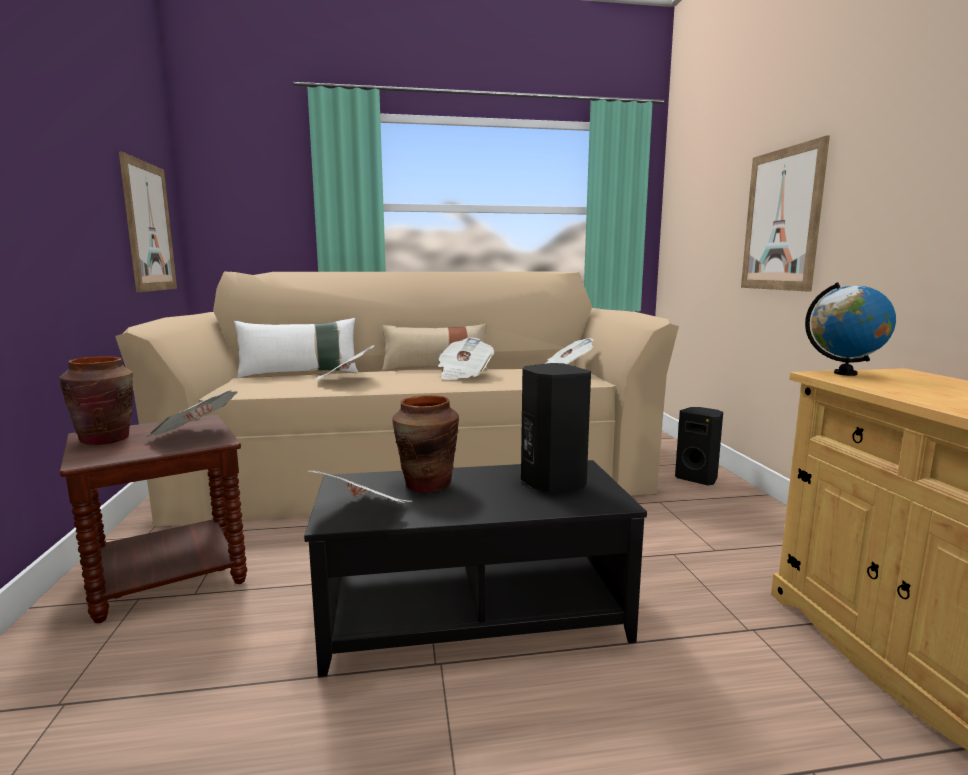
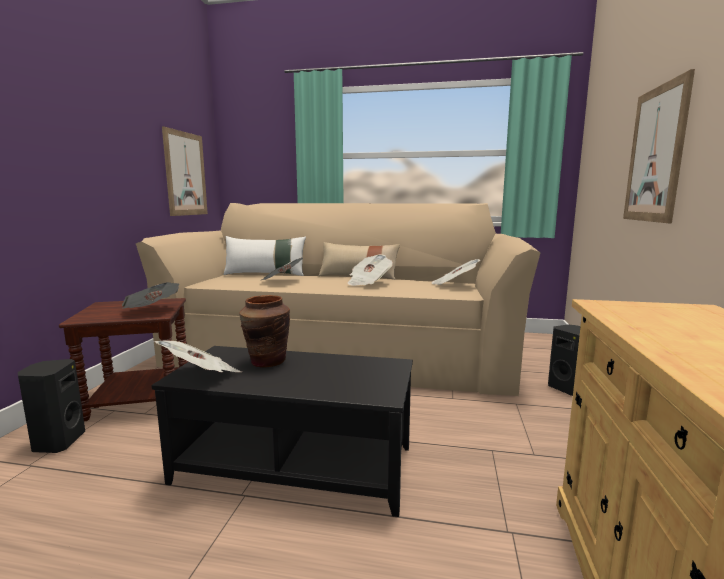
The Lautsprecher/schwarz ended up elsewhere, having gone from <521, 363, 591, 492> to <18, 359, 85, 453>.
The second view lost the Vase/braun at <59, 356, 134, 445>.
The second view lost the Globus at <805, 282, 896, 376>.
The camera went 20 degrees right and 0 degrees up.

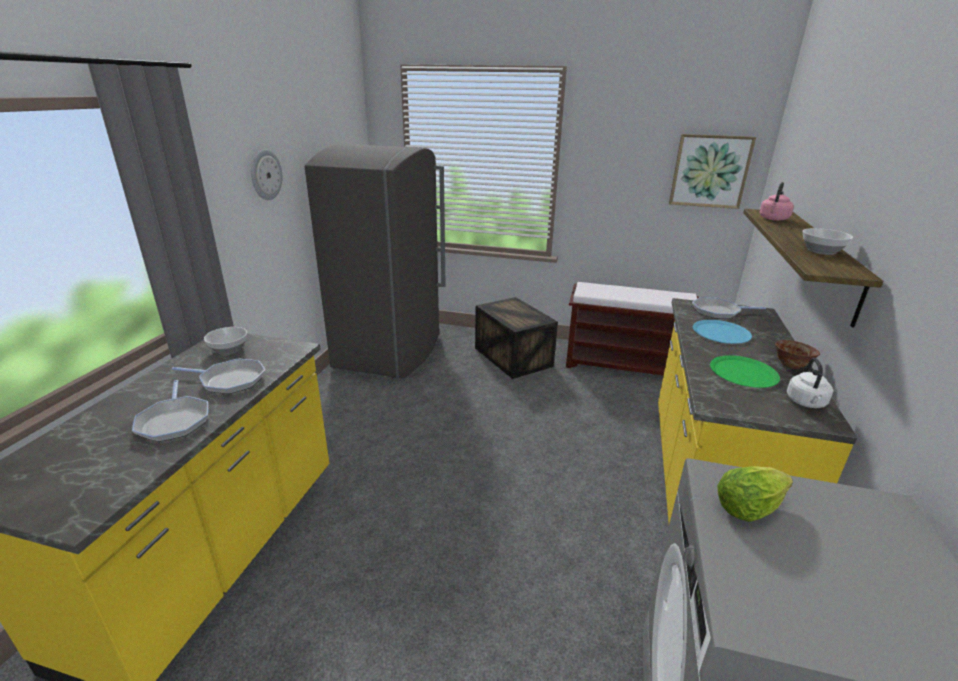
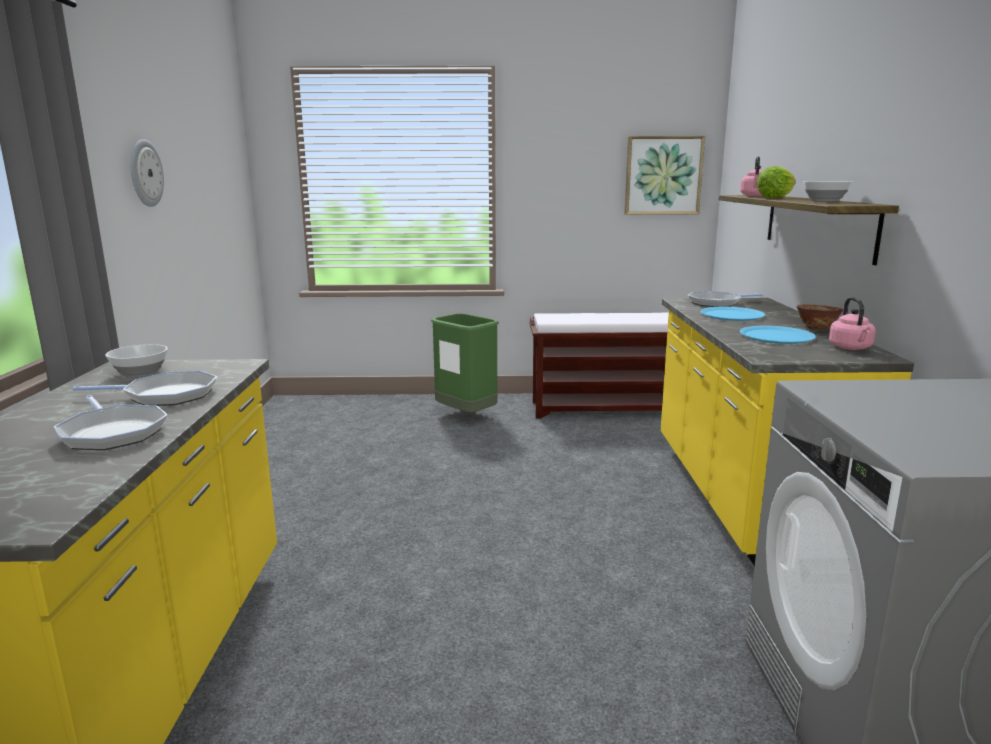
Where the Kiste stood at <475, 297, 558, 379>, the Mülleimer/grün came to stand at <431, 313, 499, 412>.
What was the Teller/grün at <710, 355, 780, 388> turned into the Teller/blau at <740, 326, 816, 344>.
The Salatkopf ended up elsewhere, having gone from <717, 466, 793, 522> to <756, 166, 796, 198>.
What was the Wasserkessel/weiß at <787, 358, 833, 408> turned into the Wasserkessel/rosa at <829, 297, 876, 350>.
The second view lost the Kühlschrank/grau at <305, 144, 446, 379>.
The camera went 15 degrees left and 10 degrees down.

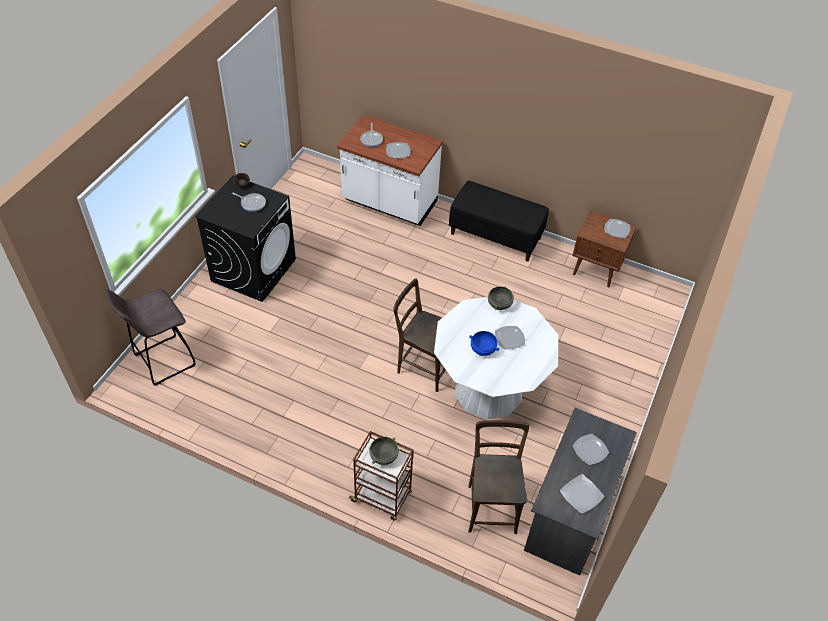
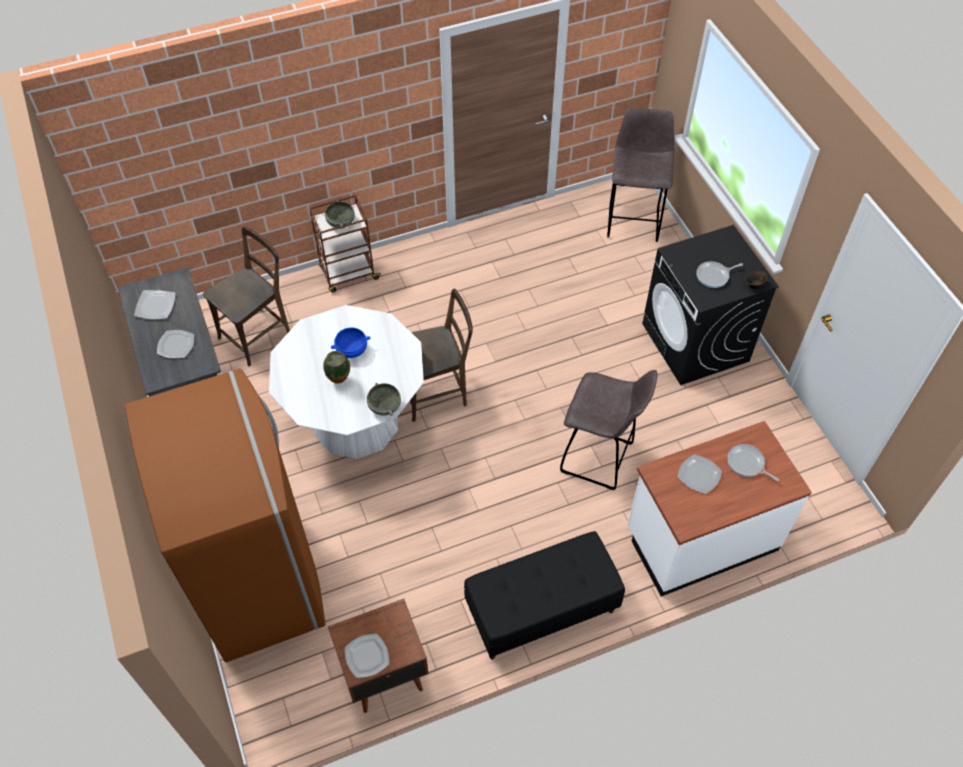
The second view gained the Kühlschrank/braun at <125, 369, 325, 662>.
The Stuhl/braun at <468, 420, 529, 534> ended up facing another way, 90 degrees counterclockwise from before.
Where the Teller stood at <495, 326, 525, 349>, the Vase came to stand at <323, 351, 350, 384>.
The second view gained the Hocker/grau at <560, 370, 658, 490>.
The camera went 135 degrees right and 5 degrees up.

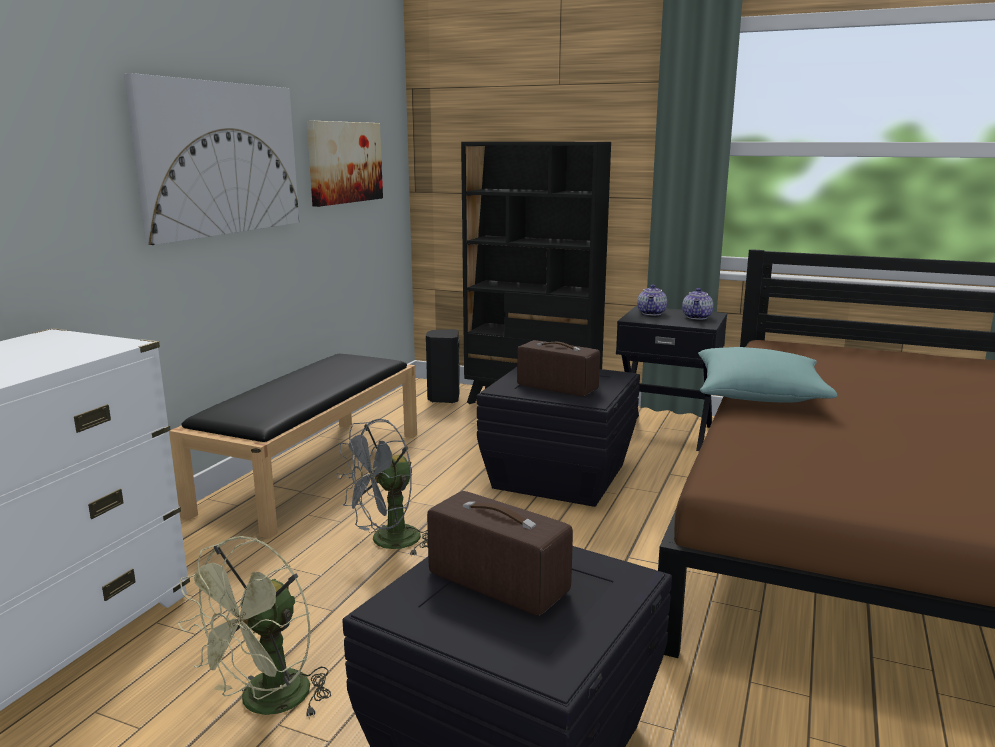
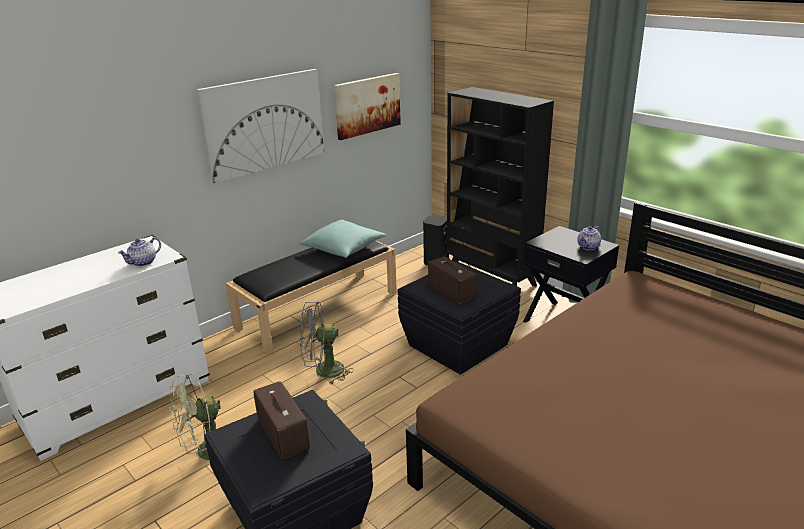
The Teekanne ended up elsewhere, having gone from <637, 285, 667, 315> to <118, 237, 161, 267>.
The Kissen/türkis ended up elsewhere, having gone from <698, 347, 838, 403> to <300, 220, 386, 258>.
The camera went 25 degrees right and 10 degrees up.

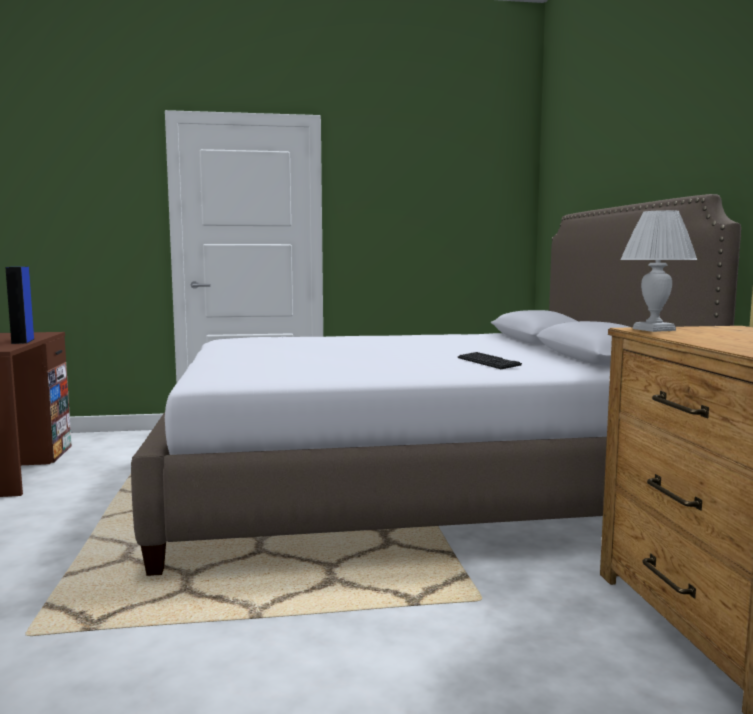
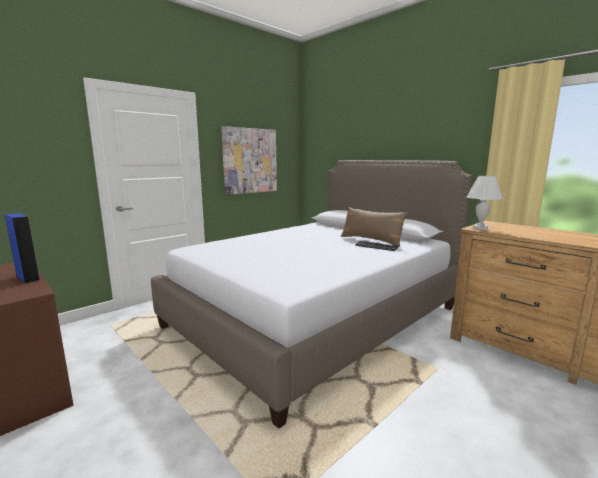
The second view gained the Bild at <221, 126, 277, 195>.
The second view gained the Kissen/braun at <341, 207, 407, 247>.
The camera went 35 degrees left and 5 degrees up.

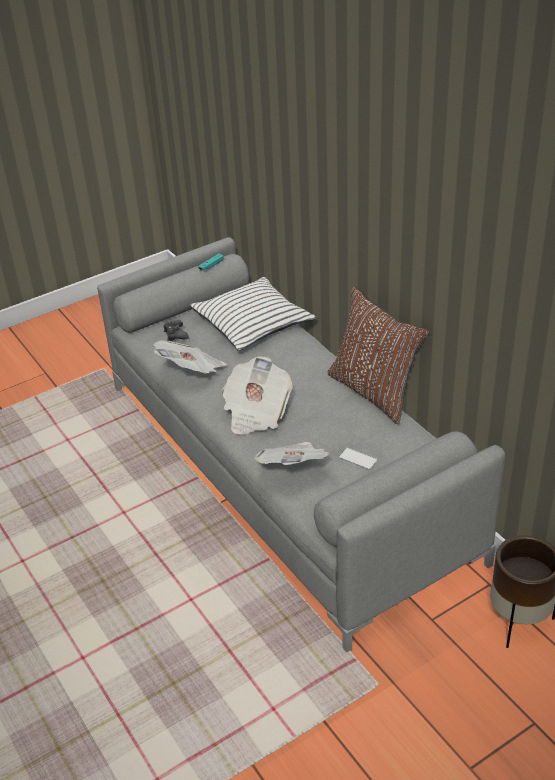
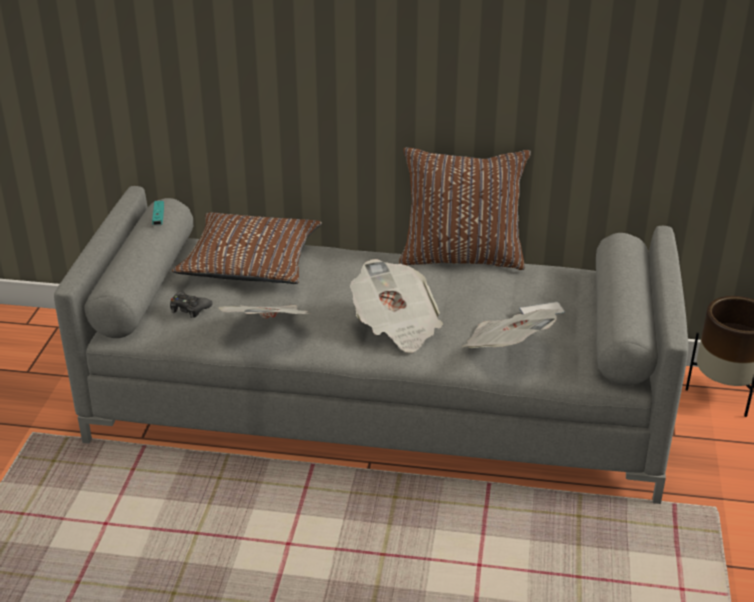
What was the Kissen/weiß at <190, 277, 316, 351> turned into the Kissen/braun at <172, 212, 322, 284>.
The camera went 50 degrees left and 5 degrees down.

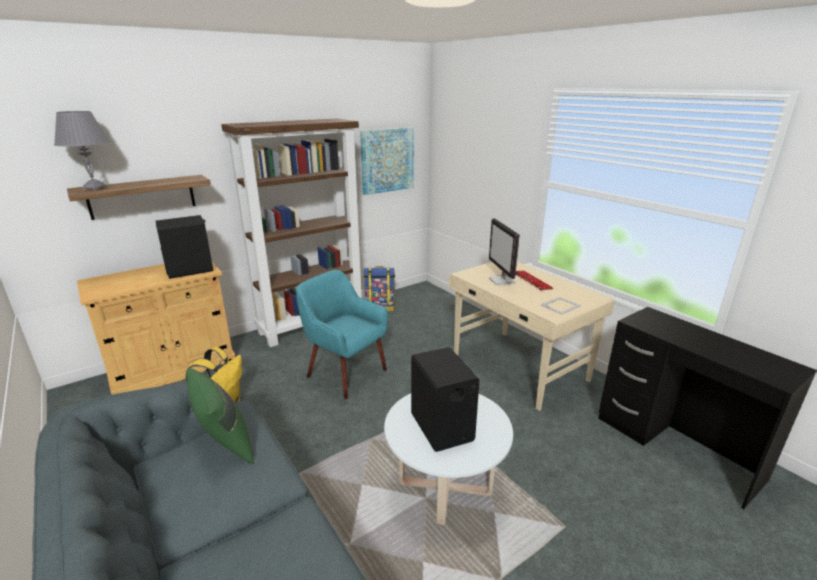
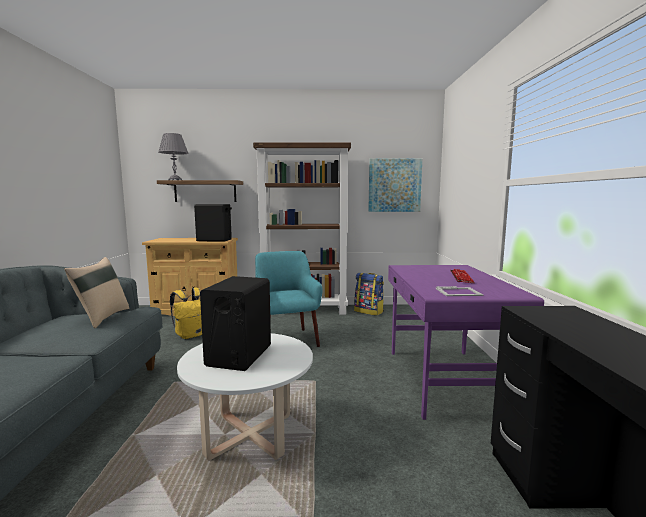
What was the Kissen/grün at <186, 368, 254, 464> turned into the Kissen/beige at <64, 257, 129, 328>.
What was the Schreibtisch/beige at <449, 262, 614, 411> turned into the Schreibtisch/lila at <388, 265, 544, 420>.
The second view lost the Monitor at <489, 218, 520, 286>.
The camera went 35 degrees right and 15 degrees down.

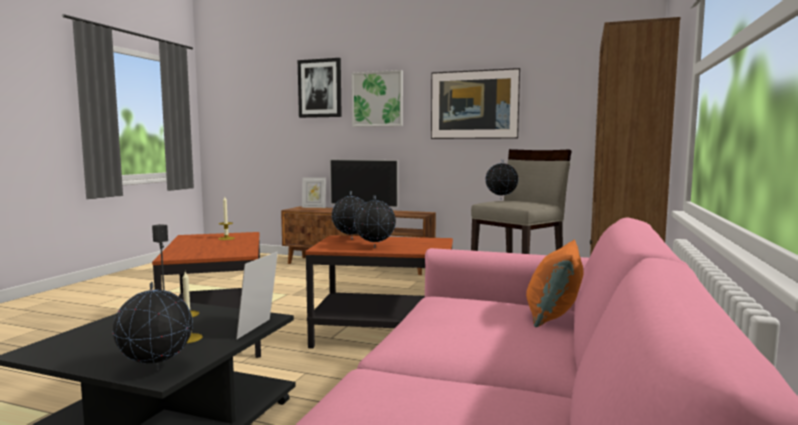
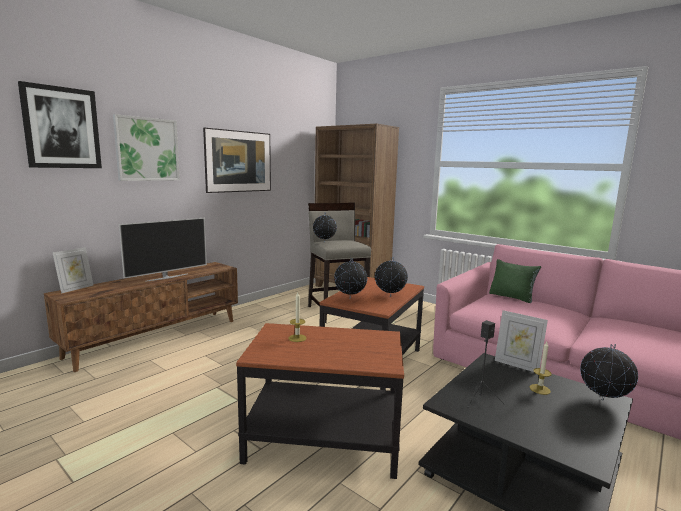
What was the Kissen/orange at <526, 239, 584, 327> turned into the Kissen/grün at <489, 259, 541, 303>.
The camera went 70 degrees left and 5 degrees up.

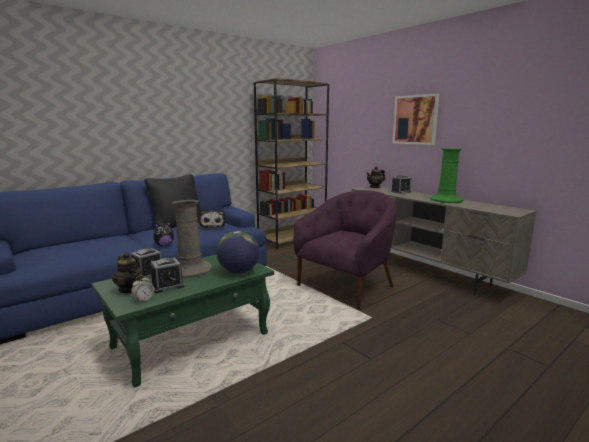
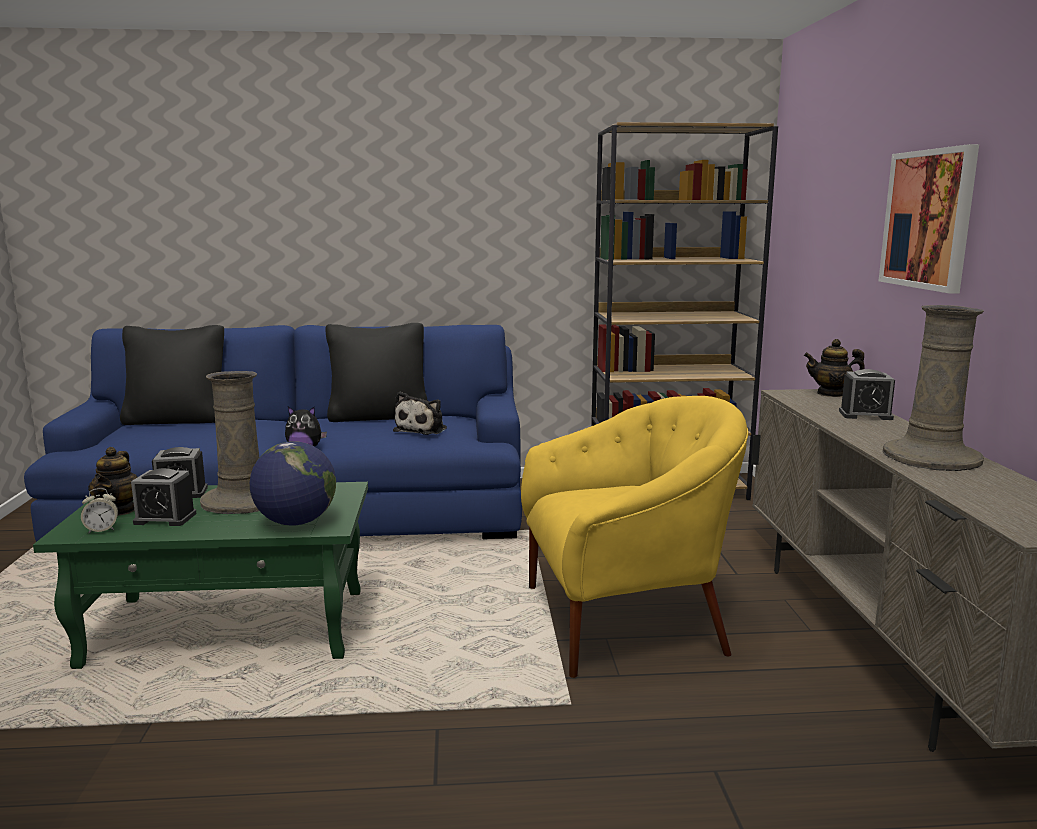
The second view gained the Kissen/schwarz at <120, 325, 224, 425>.
What was the Sessel/lila at <293, 190, 397, 310> turned into the Sessel/gelb at <521, 396, 749, 678>.
What was the Vase/grün at <430, 148, 463, 203> turned into the Vase/beige at <882, 305, 984, 471>.
The camera went 35 degrees right and 0 degrees up.

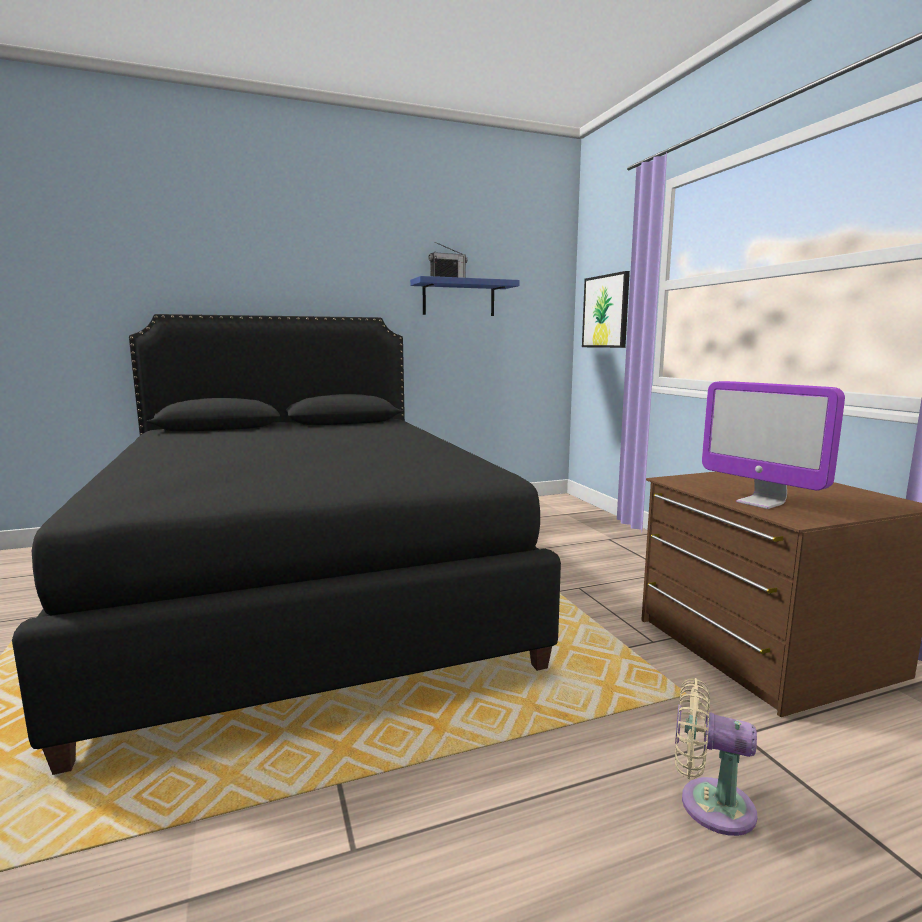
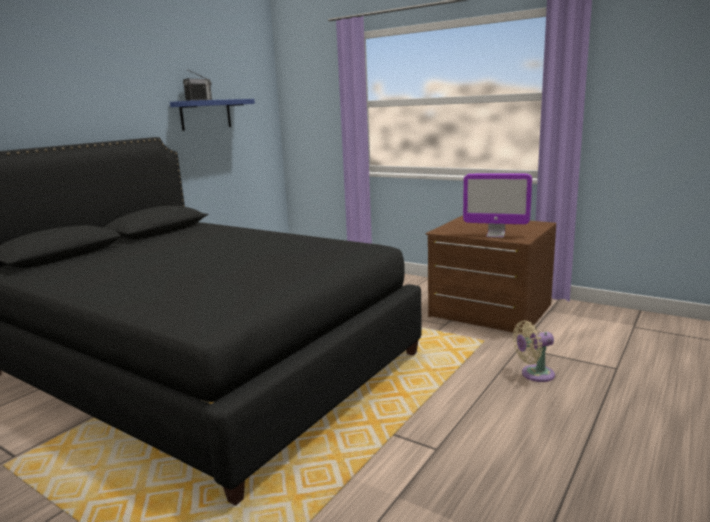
The second view lost the Bild at <582, 271, 630, 348>.
The camera went 35 degrees left and 5 degrees up.

